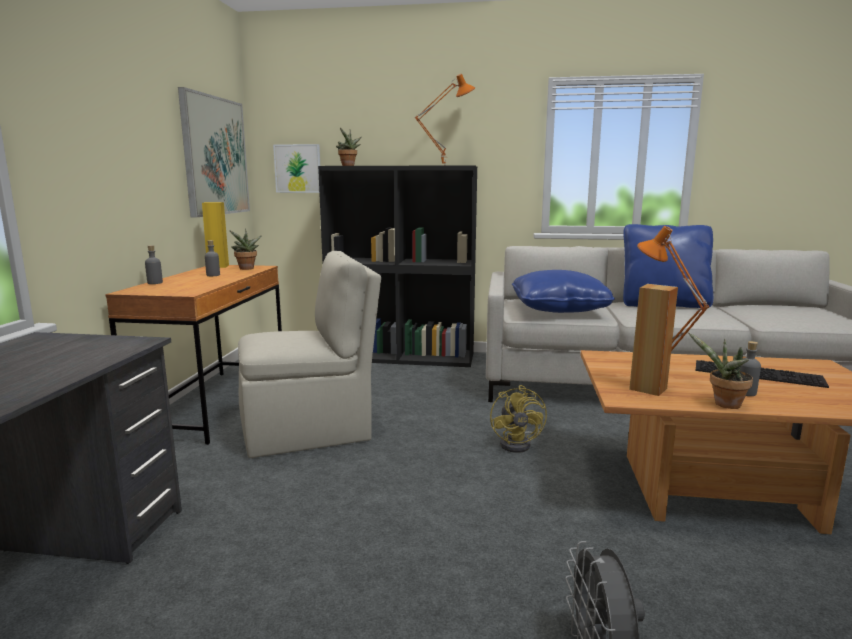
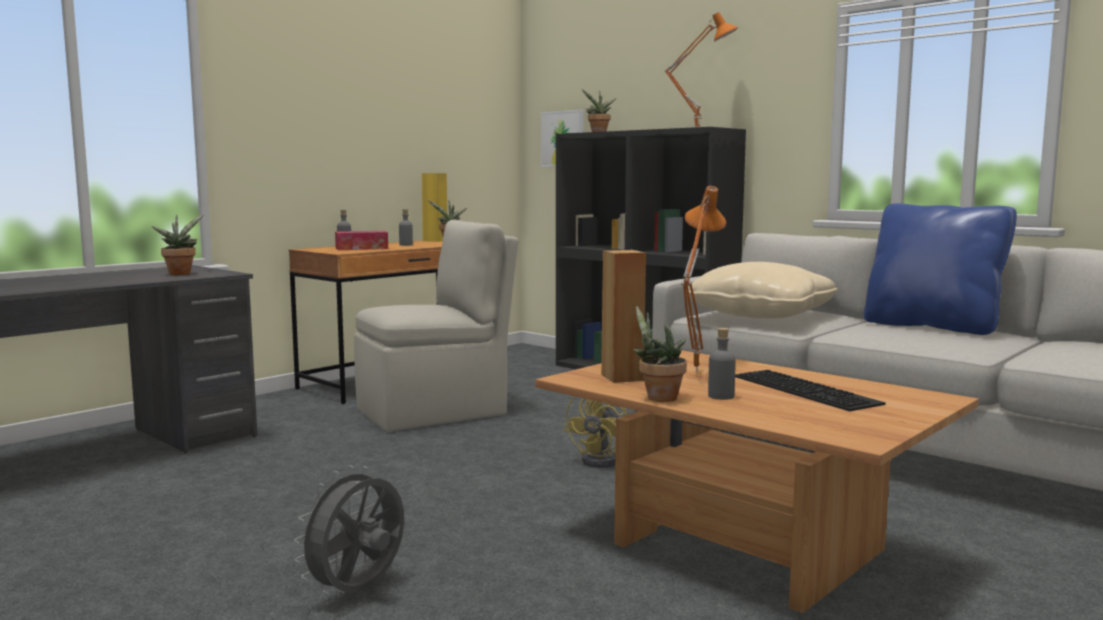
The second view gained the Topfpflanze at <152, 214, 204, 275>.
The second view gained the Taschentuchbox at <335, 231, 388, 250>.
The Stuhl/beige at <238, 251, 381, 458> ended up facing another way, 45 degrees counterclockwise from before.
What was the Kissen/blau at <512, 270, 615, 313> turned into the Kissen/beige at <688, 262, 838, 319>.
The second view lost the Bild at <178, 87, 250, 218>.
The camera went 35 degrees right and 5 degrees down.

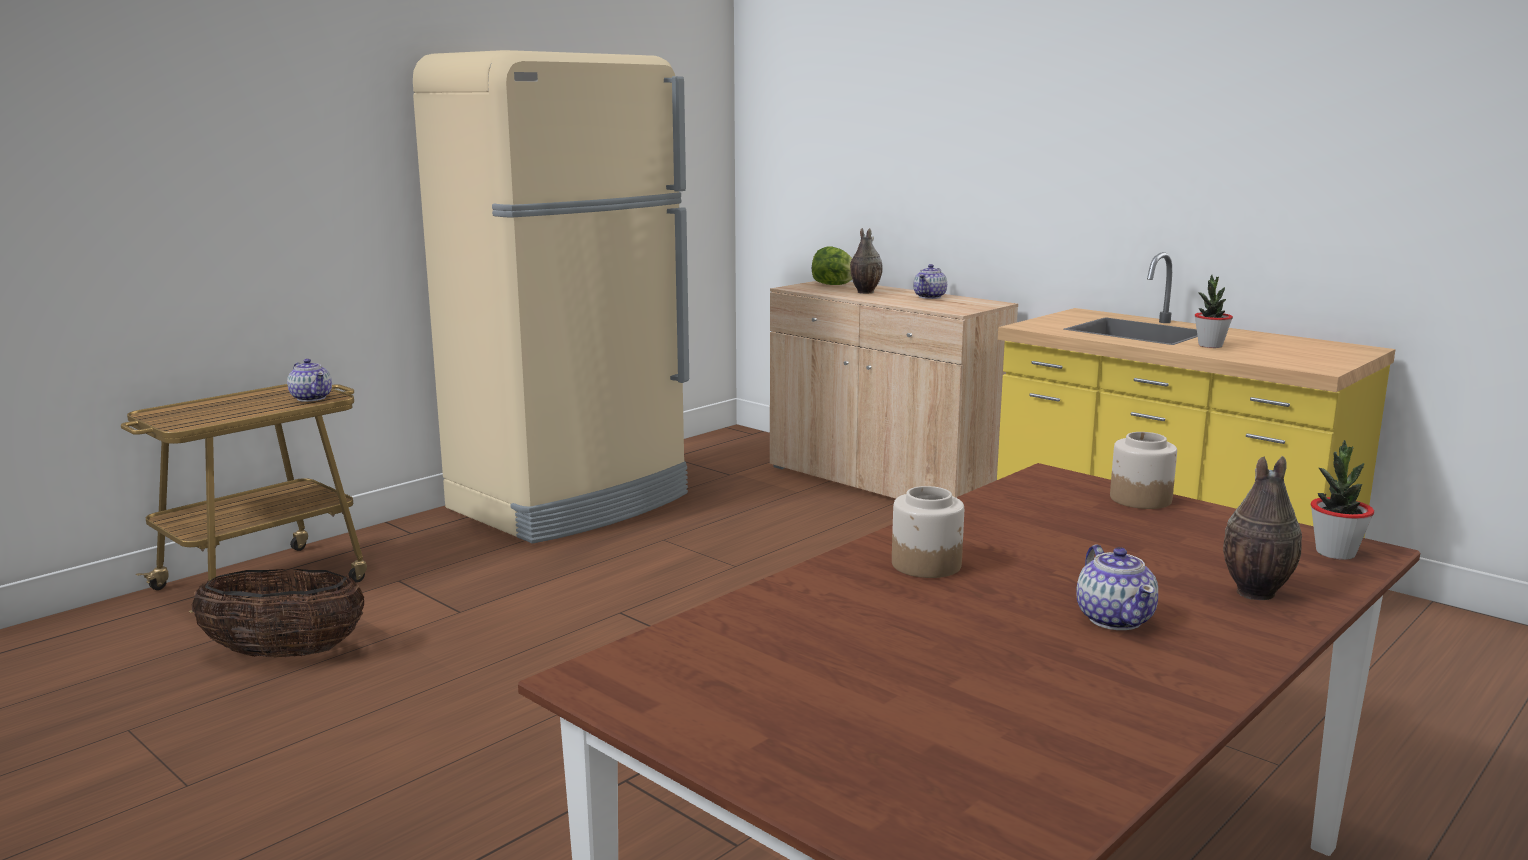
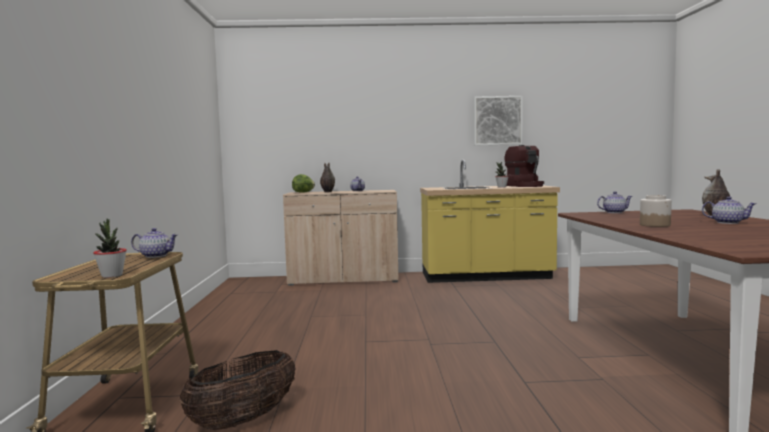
The Topfpflanze ended up elsewhere, having gone from <1311, 440, 1374, 560> to <93, 219, 127, 278>.
The second view gained the Bild at <474, 96, 523, 146>.
The second view gained the Kaffeemaschine at <505, 145, 544, 187>.
Where the Vorratsglas stood at <1110, 432, 1177, 509>, the Teekanne came to stand at <597, 192, 632, 213>.
The second view lost the Kühlschrank/beige at <413, 50, 689, 544>.
The camera went 45 degrees left and 10 degrees down.

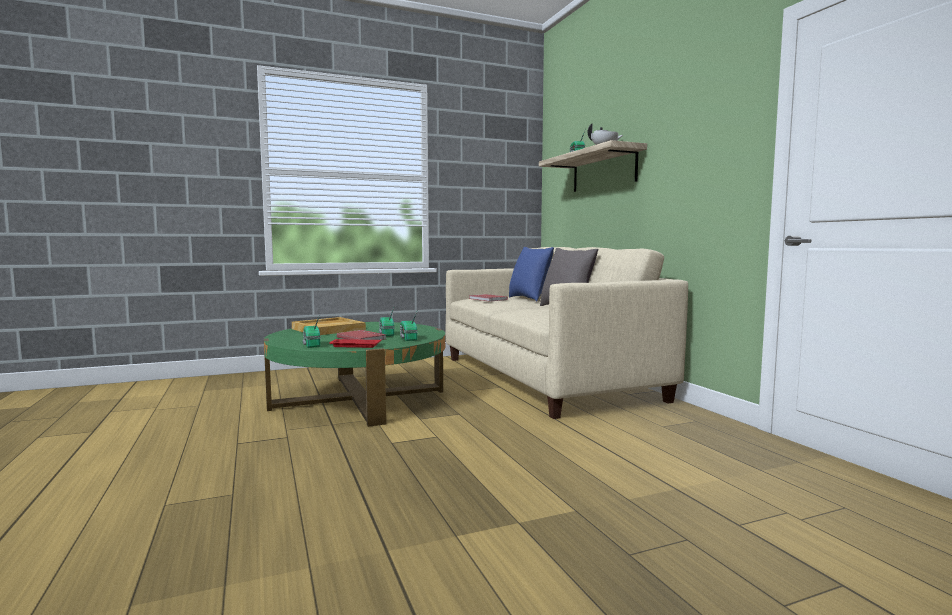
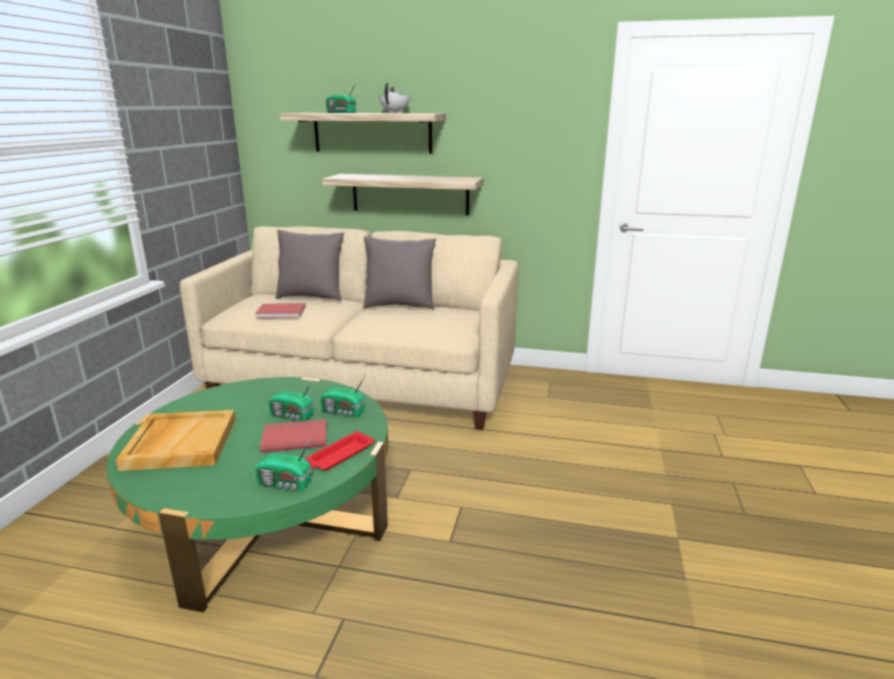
What was the Kissen/blau at <509, 247, 554, 301> turned into the Kissen/grau at <275, 230, 344, 301>.
The second view gained the Wandregal at <322, 174, 483, 215>.
The camera went 55 degrees left and 15 degrees up.

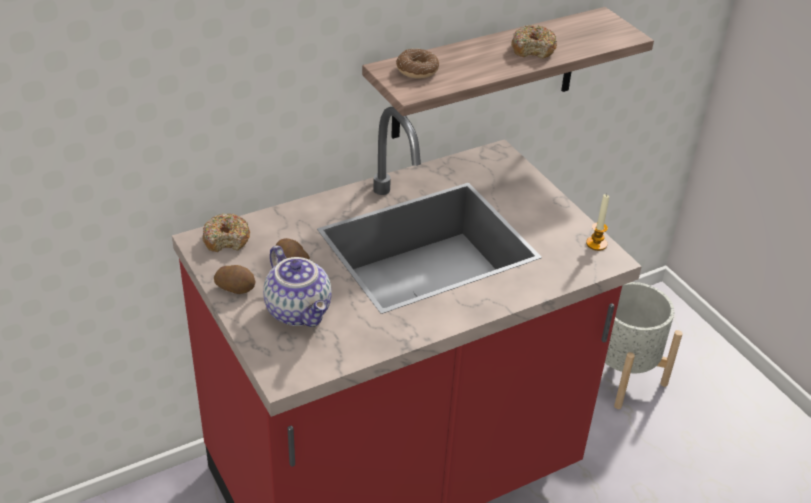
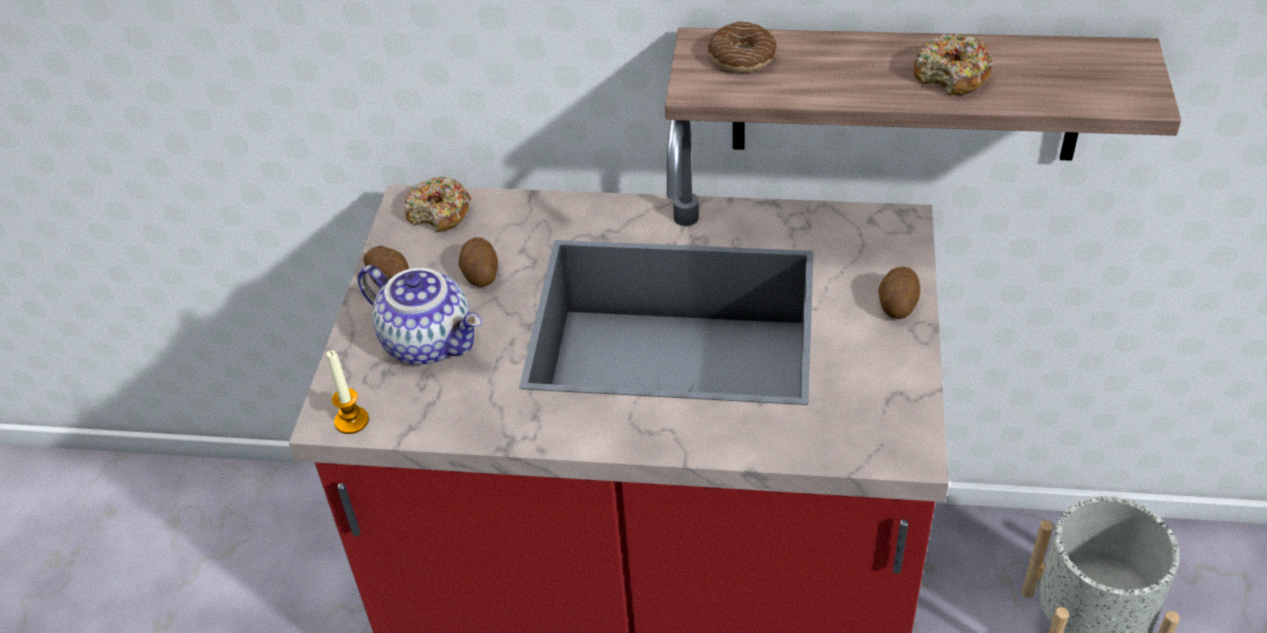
The Kerze ended up elsewhere, having gone from <586, 194, 609, 251> to <326, 350, 369, 434>.
The Teekanne at <263, 245, 332, 327> ended up facing another way, 60 degrees counterclockwise from before.
The second view gained the Kartoffel at <878, 267, 920, 319>.
The camera went 40 degrees right and 5 degrees up.

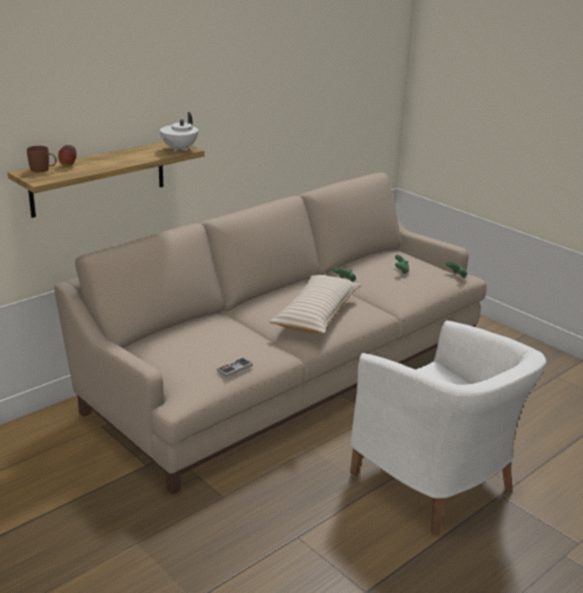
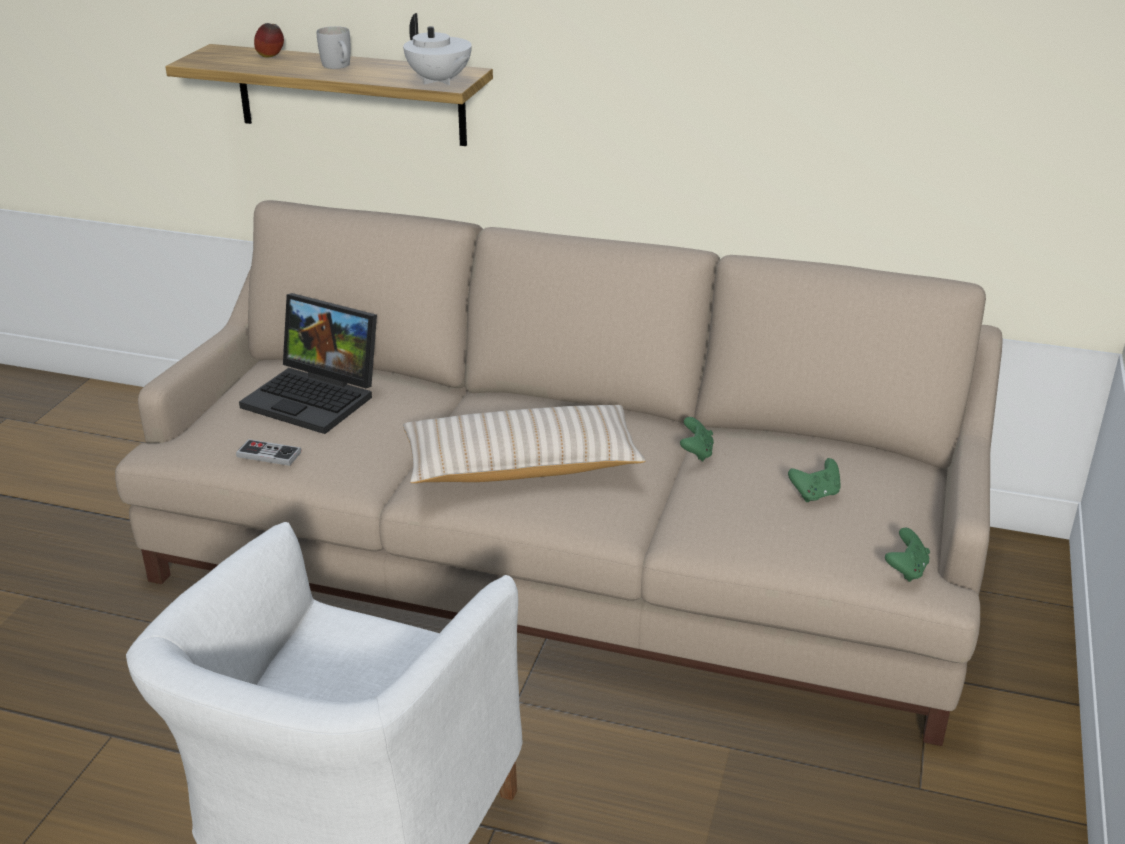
The second view gained the Laptop at <239, 293, 377, 434>.
The second view gained the Henkelbecher/weiß at <317, 26, 351, 69>.
The Teekanne/weiß at <160, 112, 198, 152> ended up facing another way, 120 degrees counterclockwise from before.
The second view lost the Henkelbecher/braun at <27, 146, 57, 172>.
The camera went 60 degrees right and 5 degrees up.

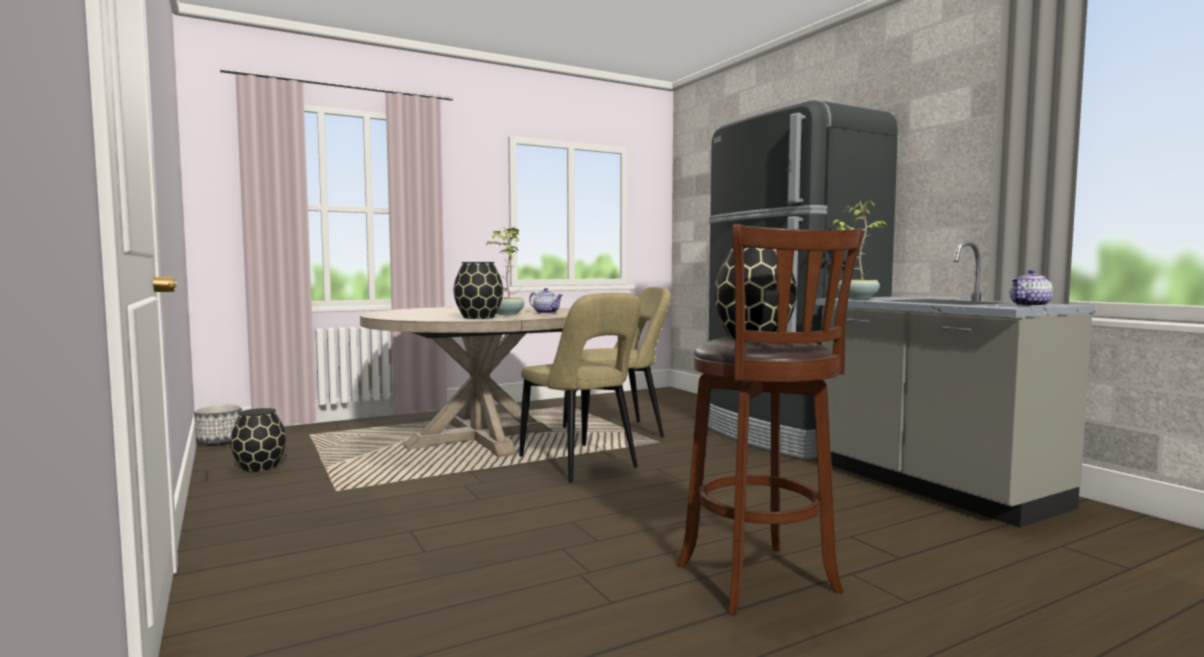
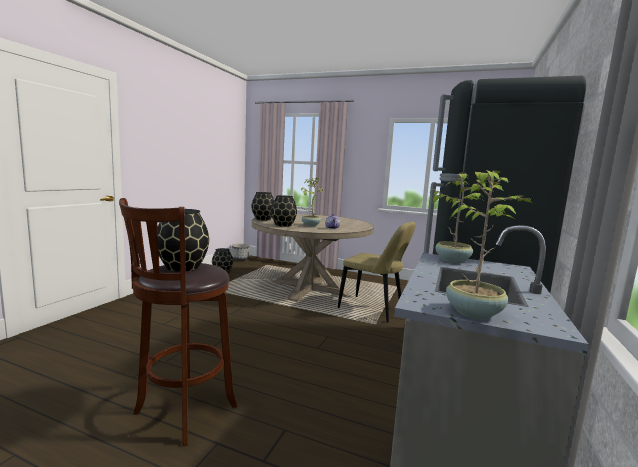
The second view gained the Vase/schwarz at <252, 192, 274, 220>.
Where the Teekanne stood at <1010, 270, 1053, 306>, the Topfpflanze came to stand at <446, 170, 532, 319>.
The second view lost the Stuhl/beige at <519, 293, 641, 483>.
The camera went 50 degrees right and 5 degrees up.

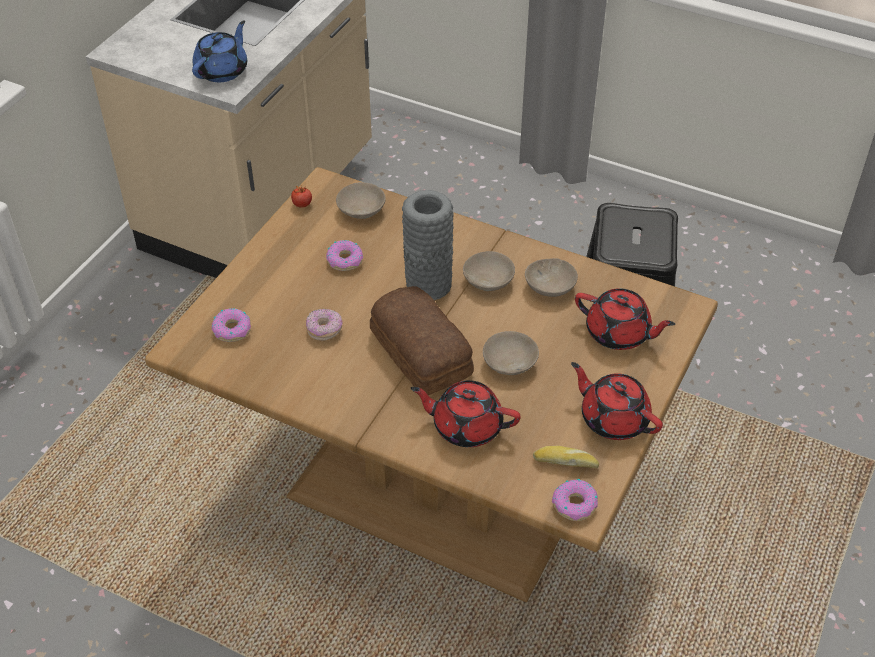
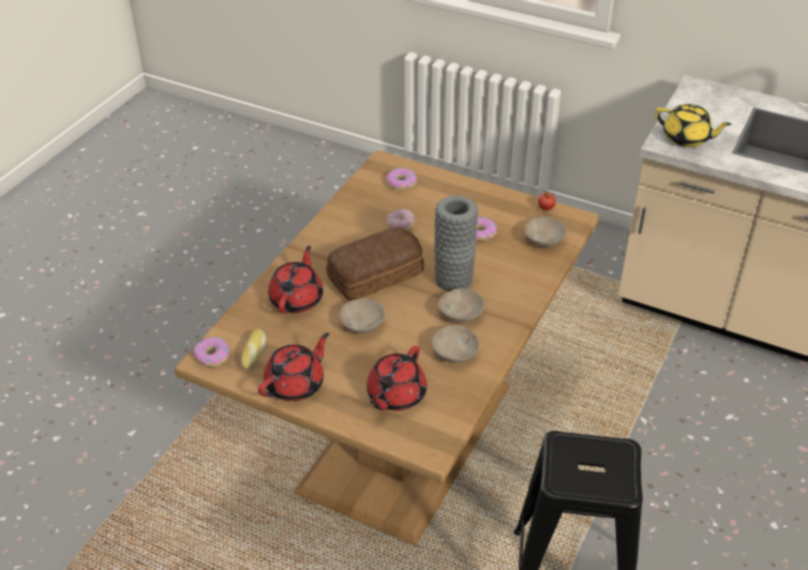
What was the Teekanne/blau at <192, 21, 247, 82> turned into the Teekanne/gelb at <655, 104, 732, 147>.
The camera went 90 degrees right and 5 degrees down.

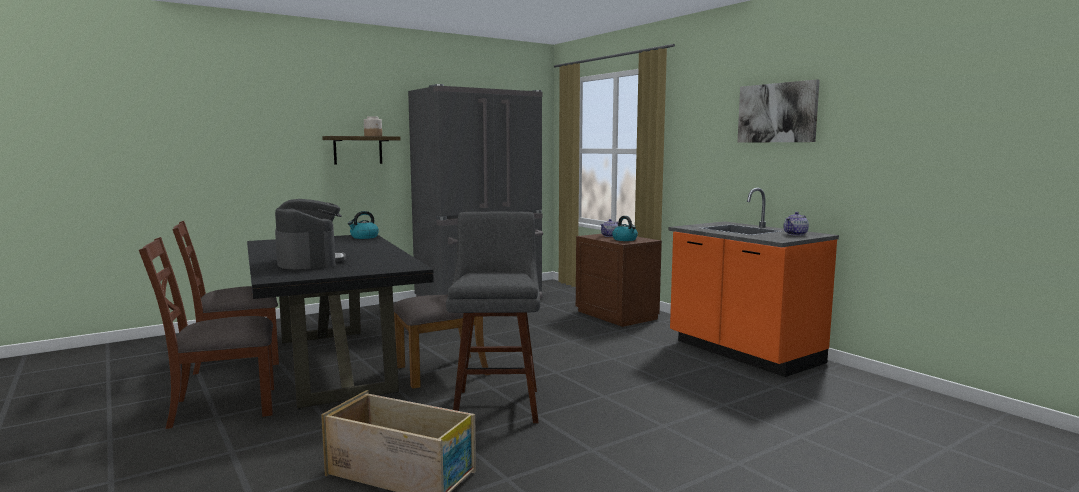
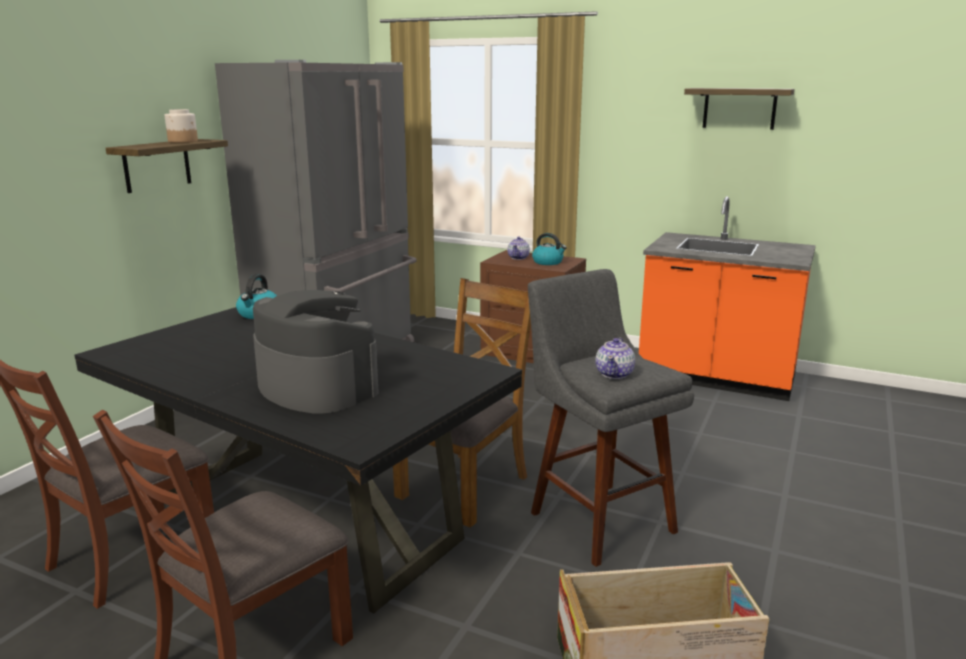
The Teekanne ended up elsewhere, having gone from <783, 212, 809, 236> to <595, 338, 635, 379>.
Where the Bild hung at <738, 79, 820, 143>, the Wandregal came to hang at <684, 88, 794, 130>.
The camera went 30 degrees left and 10 degrees up.

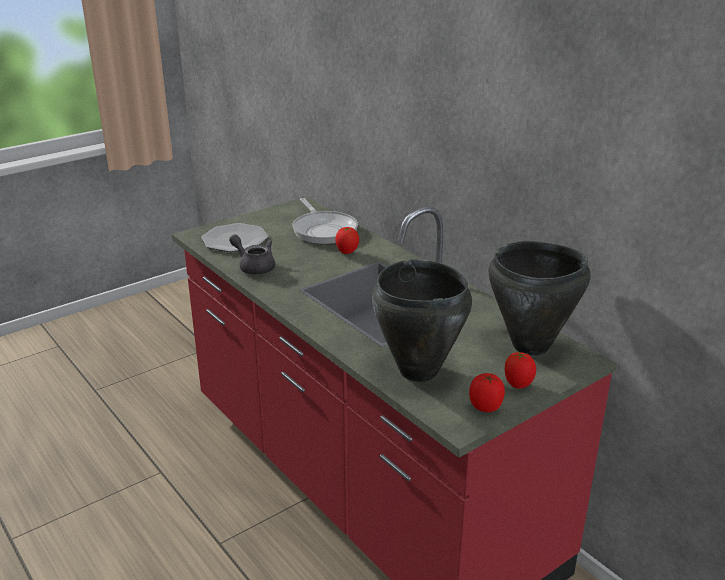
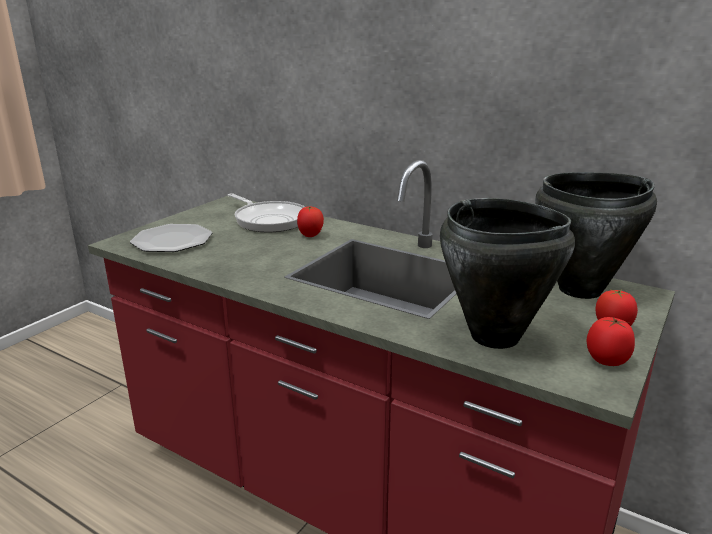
The second view lost the Teekanne/grau at <229, 235, 275, 275>.
The camera went 20 degrees left and 5 degrees down.

